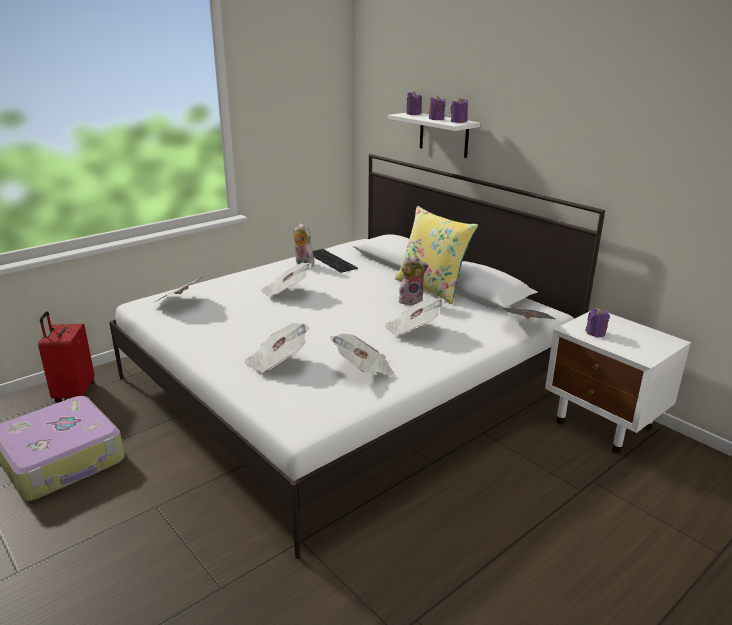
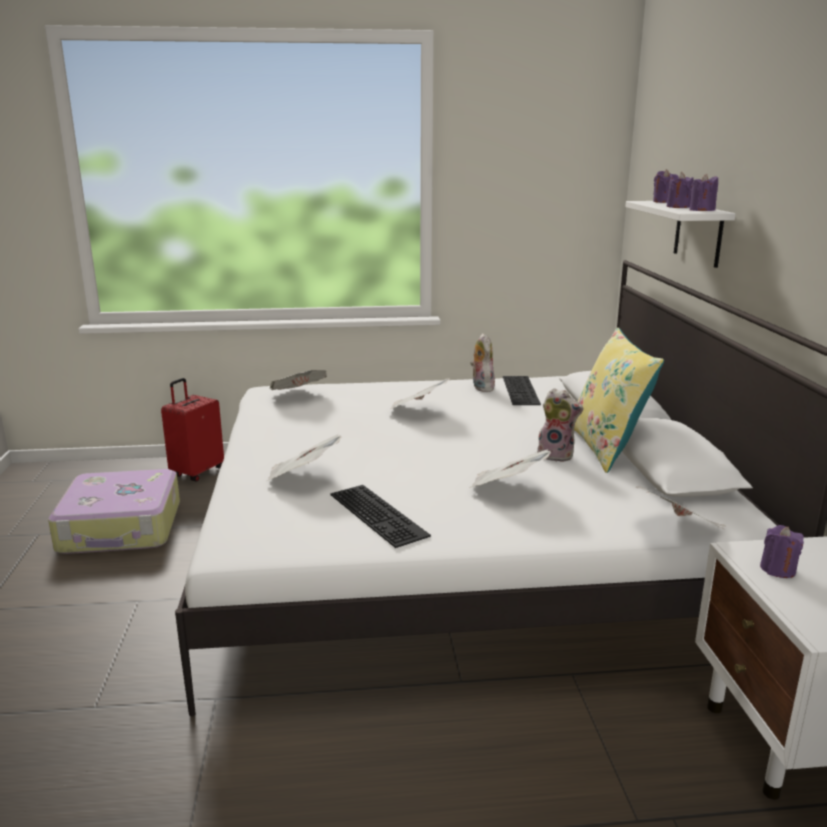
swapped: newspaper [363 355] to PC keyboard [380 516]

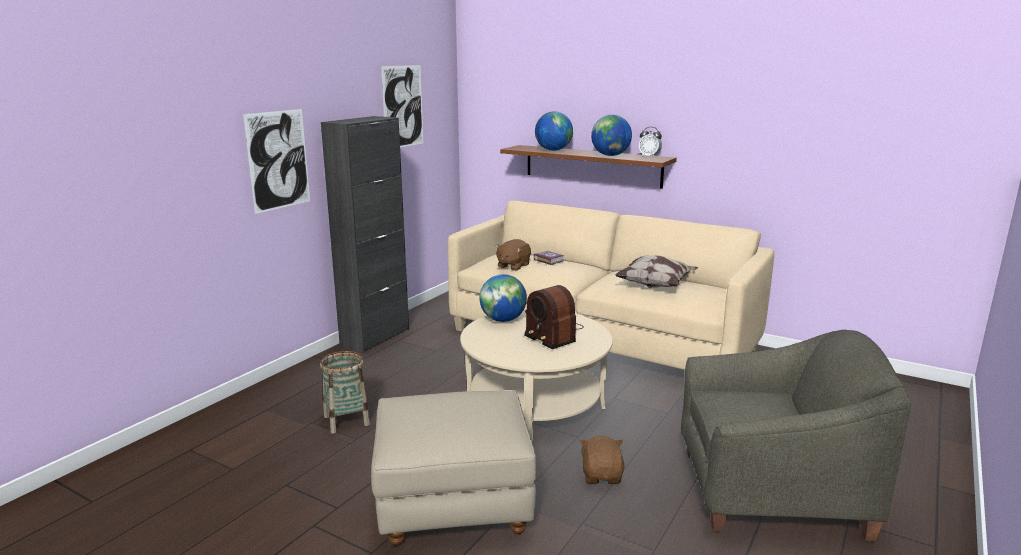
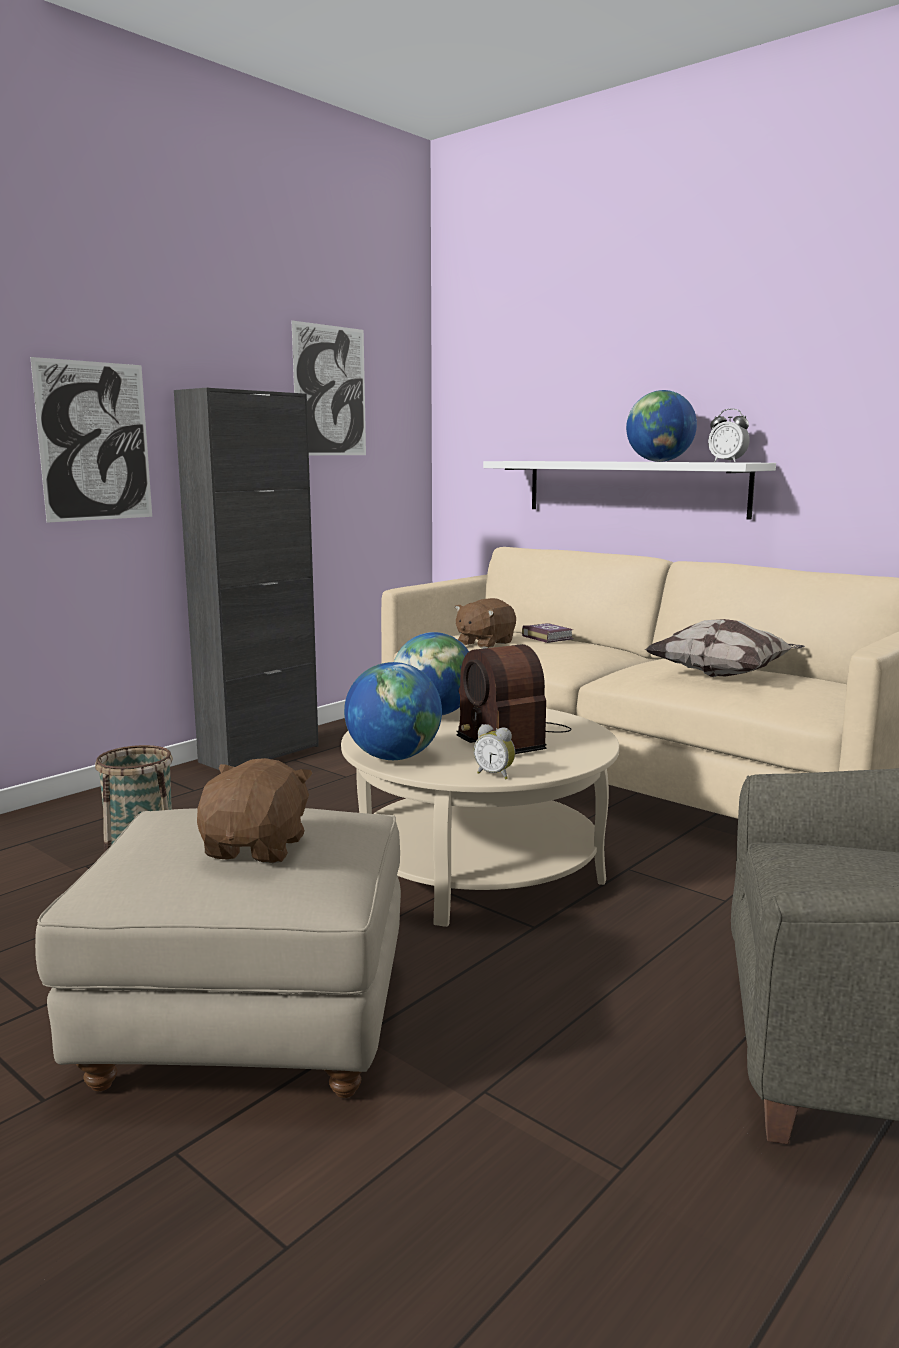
new: bedside clock [494 751]
shifted: world globe [554 131] to [393 711]; brownish soft toy [601 460] to [255 810]
repainted: brownish wall shelf [588 167] to white-coloured wall shelf [629 490]

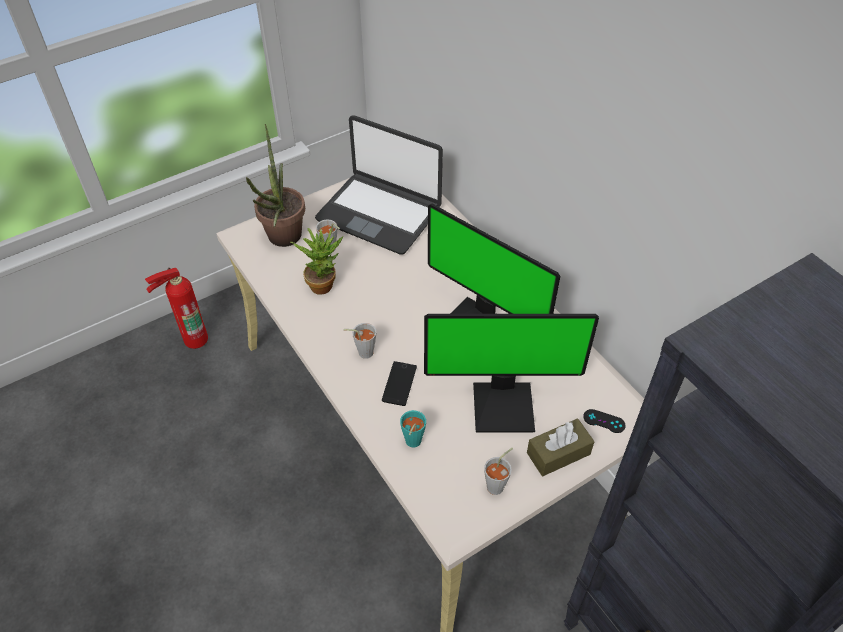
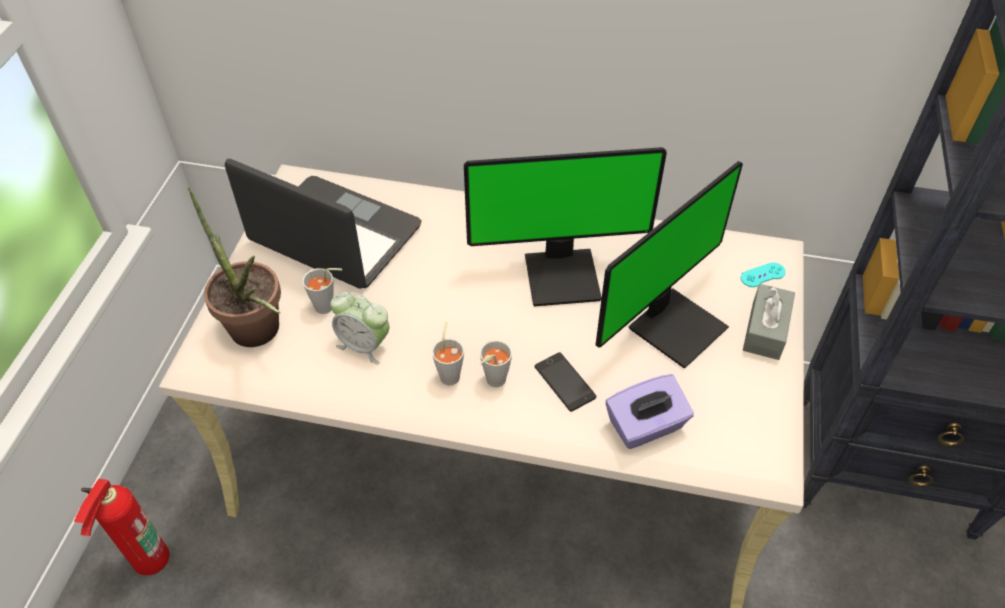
shifted: grey drinking cup [498 471] to [448 353]
swapped: houseplant [316 260] to bedside clock [359 328]; turquoise-coloured drinking cup [413 429] to purple-coloured tissue box [650 411]
repainted: brownish tissue box [561 447] to grey tissue box [769 322]; black-coloured joypad [604 421] to turquoise-coloured joypad [763 274]
rotated: laptop [379 185] = [323 224] 135 degrees counterclockwise

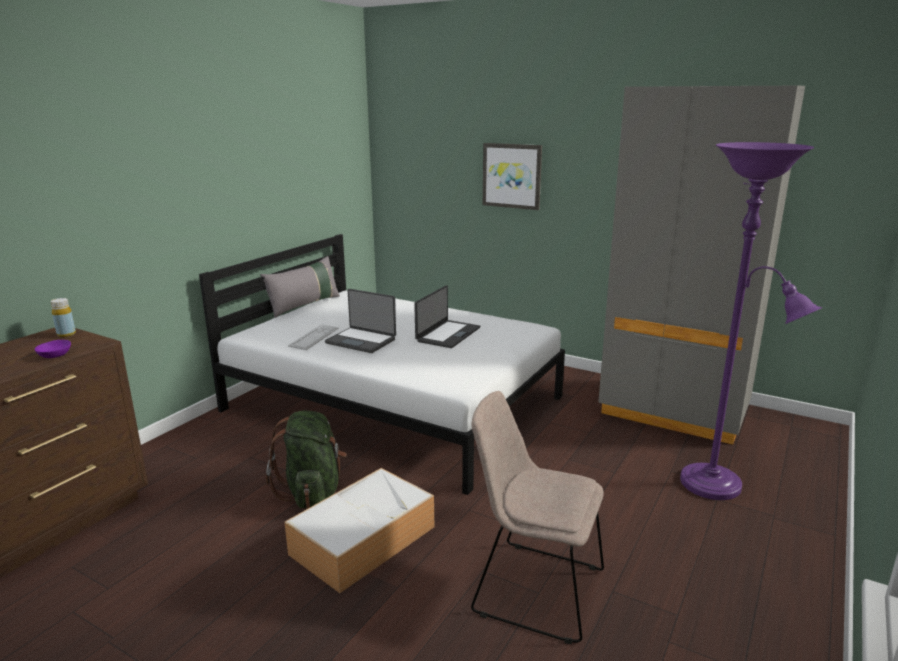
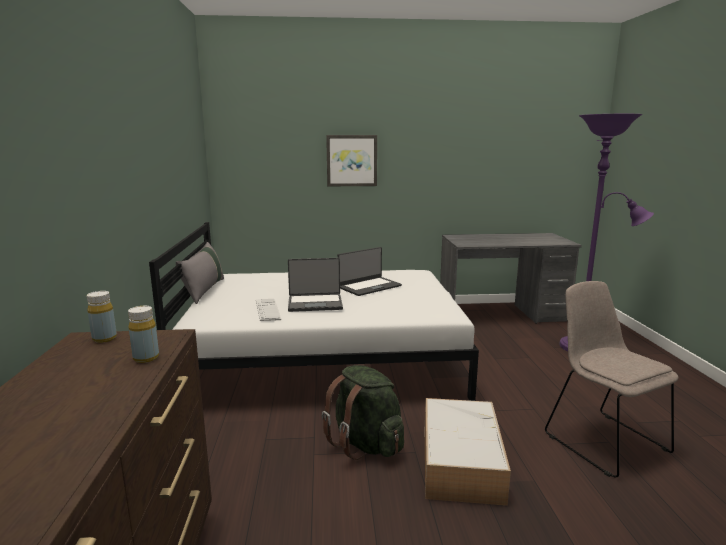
swapped: purple-coloured deep dish [53 349] to yellow-coloured drink bottle [143 334]; grey wardrobe [701 265] to grey desk unit [511 278]
rotated: laptop [447 316] = [369 271] 60 degrees clockwise; beige upright chair [537 517] = [611 379] 75 degrees clockwise

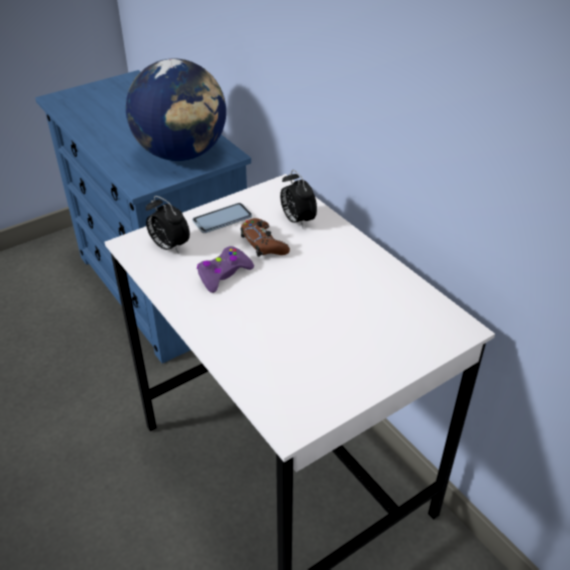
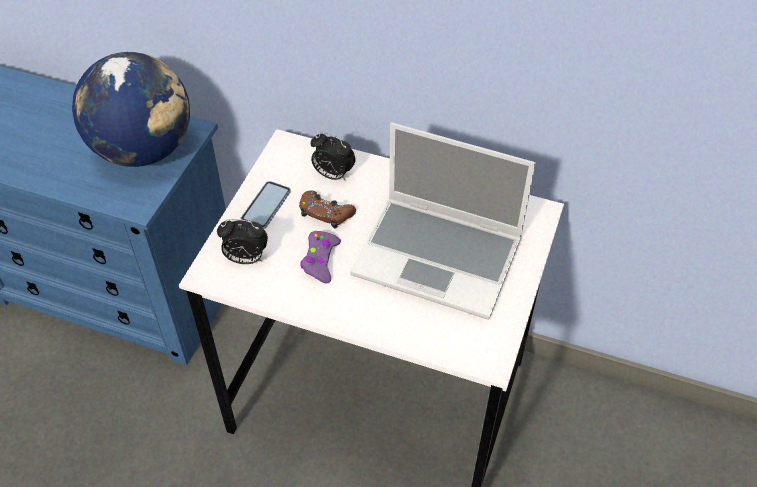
new: laptop [443 221]

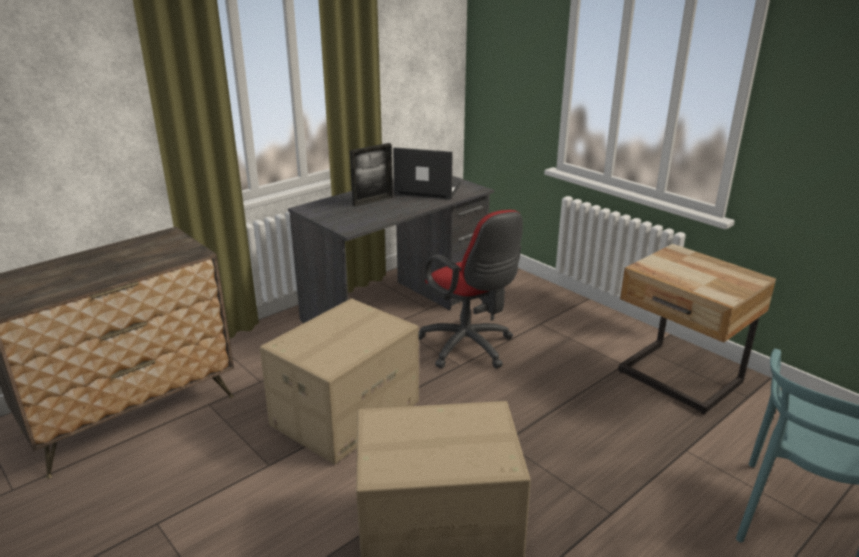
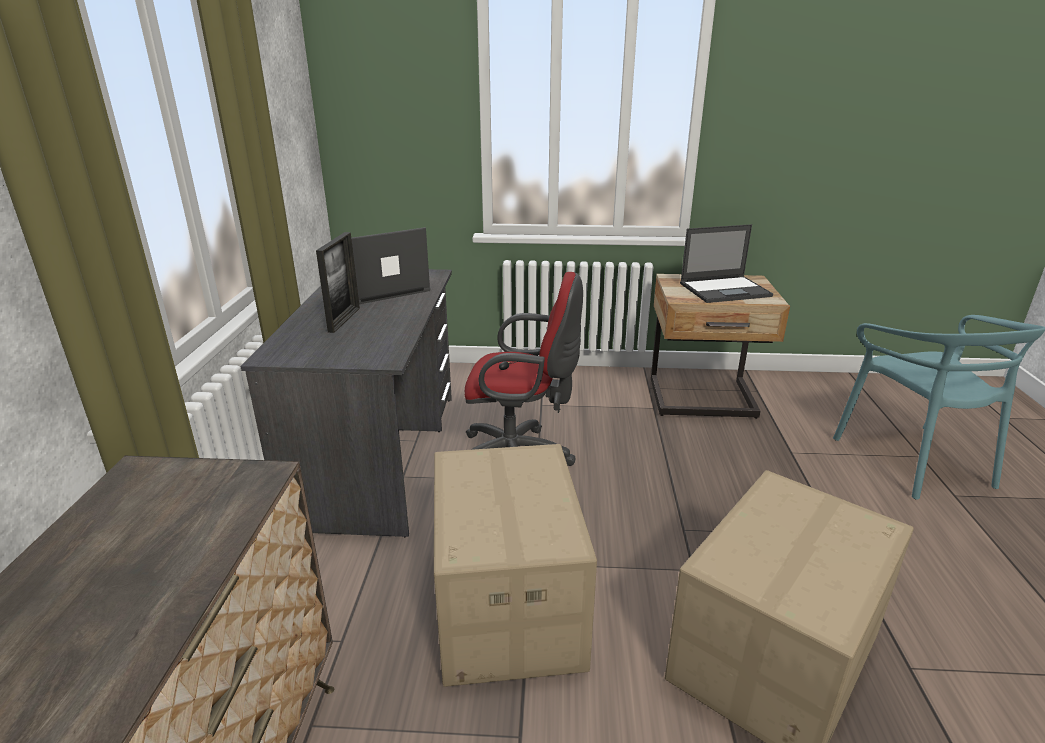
new: laptop [726 263]

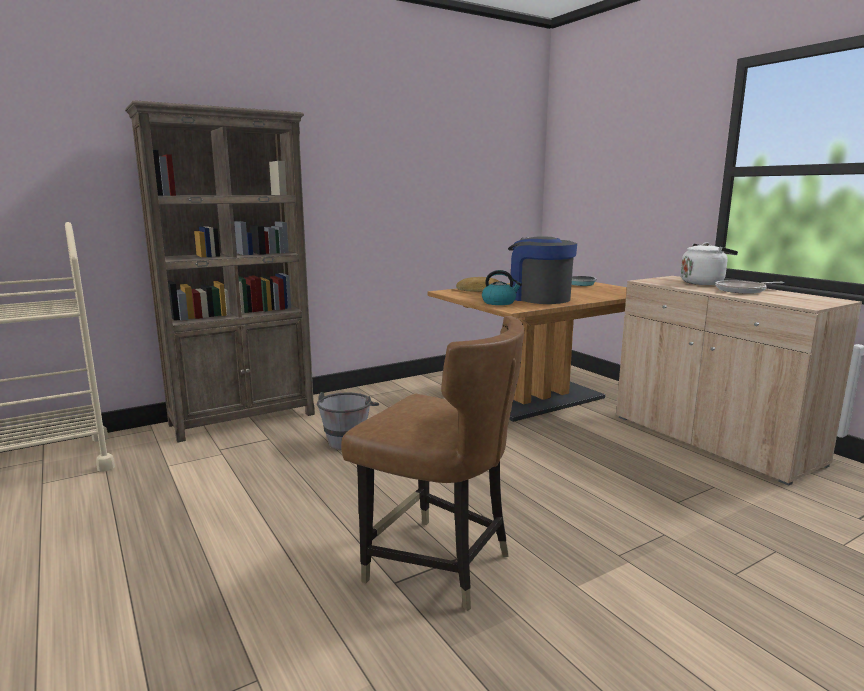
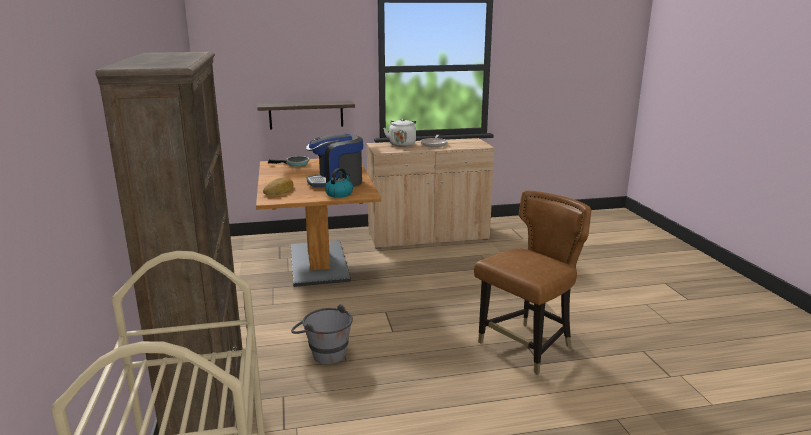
new: wall shelf [306 115]

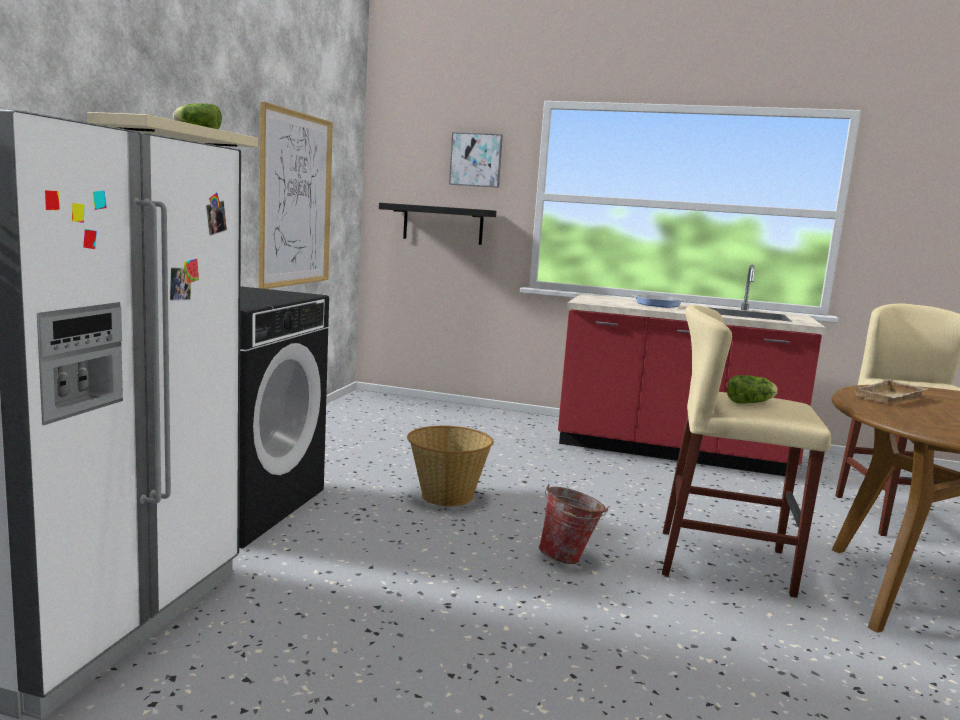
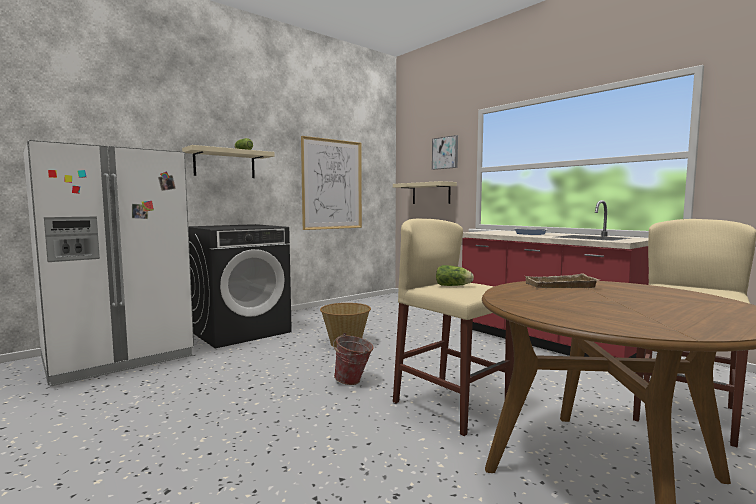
repainted: black-coloured wall shelf [437 224] to beige wall shelf [425 192]

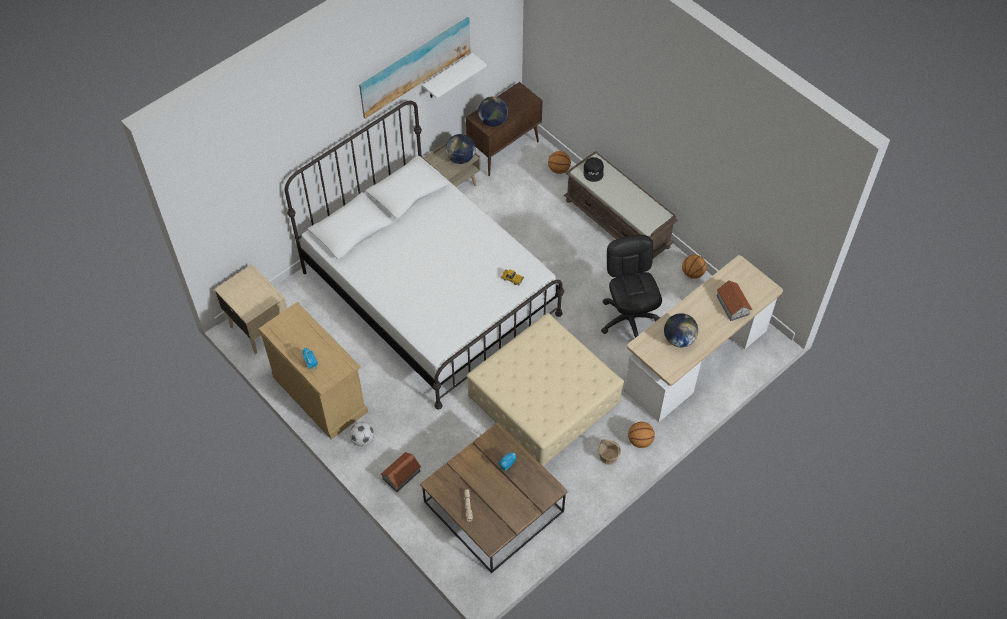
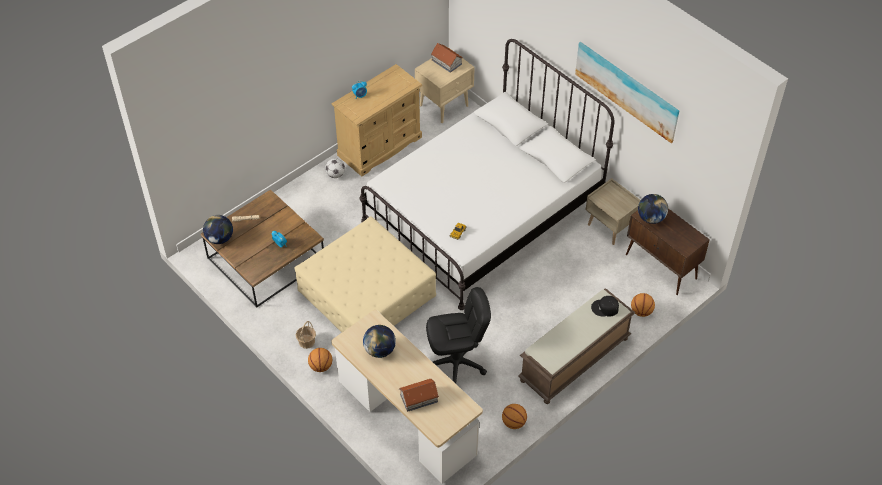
gone: white-coloured wall shelf [454 76]
shifted: toy house [400 472] to [447 58]; world globe [460 149] to [218 229]

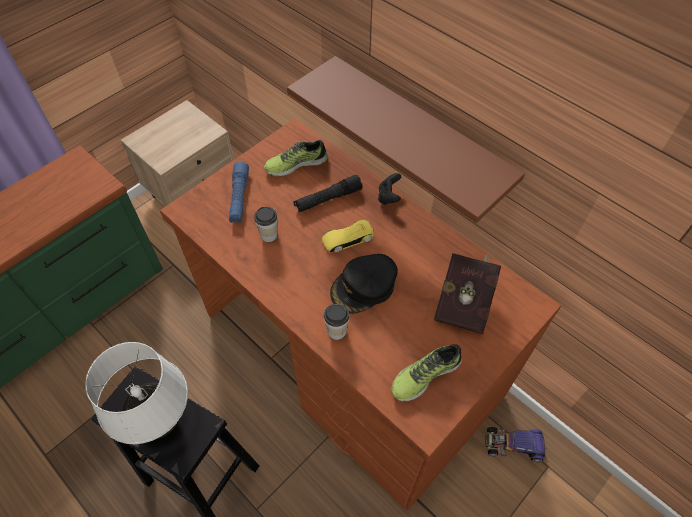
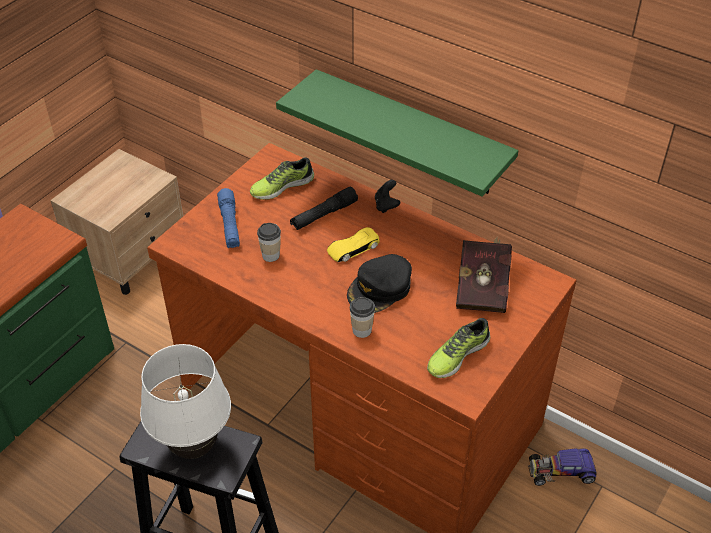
repainted: brownish wall shelf [406 139] to green-coloured wall shelf [397 133]

